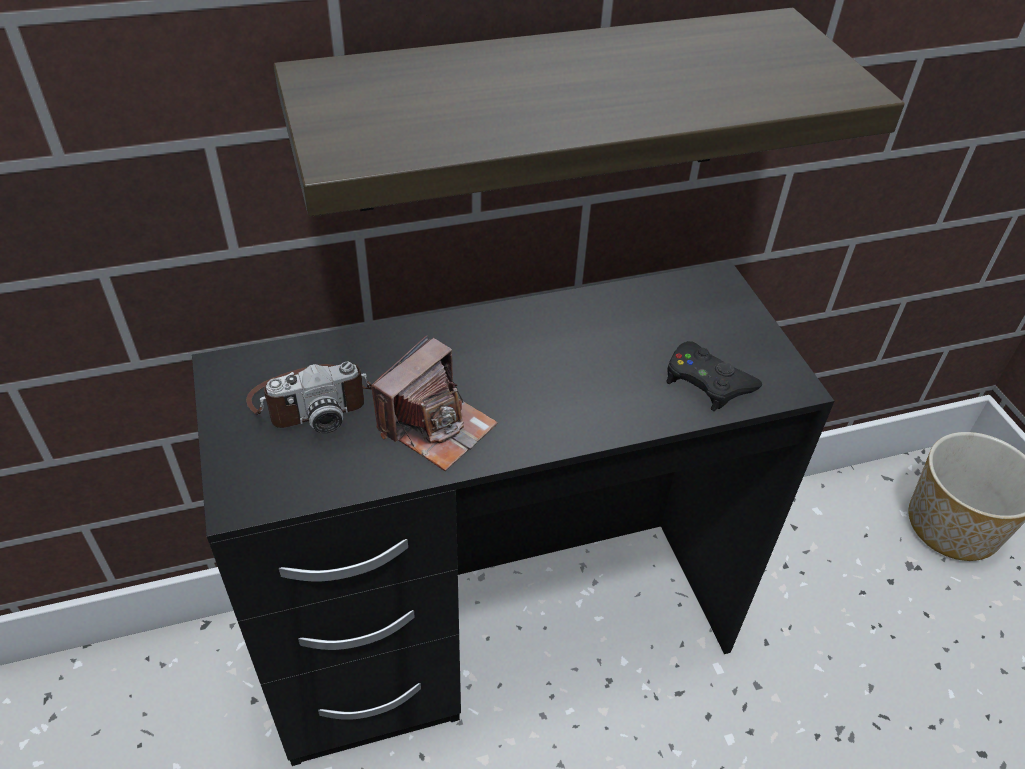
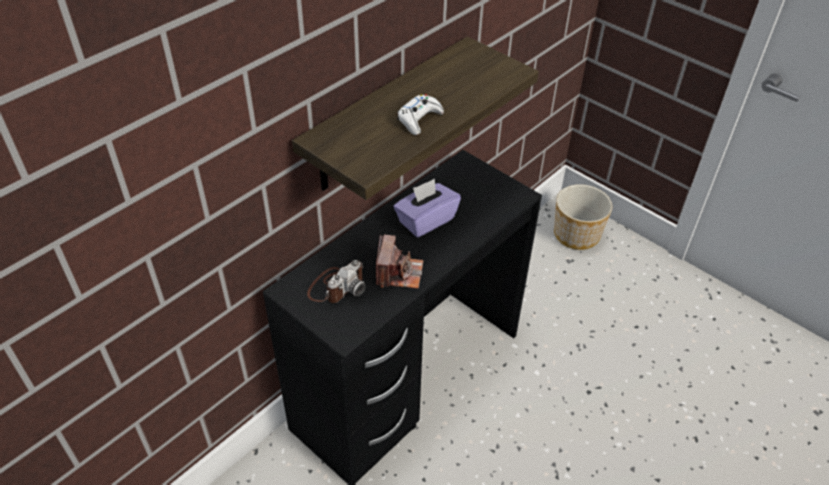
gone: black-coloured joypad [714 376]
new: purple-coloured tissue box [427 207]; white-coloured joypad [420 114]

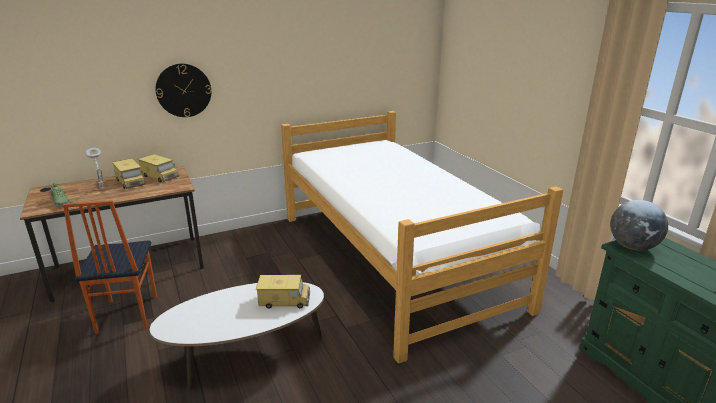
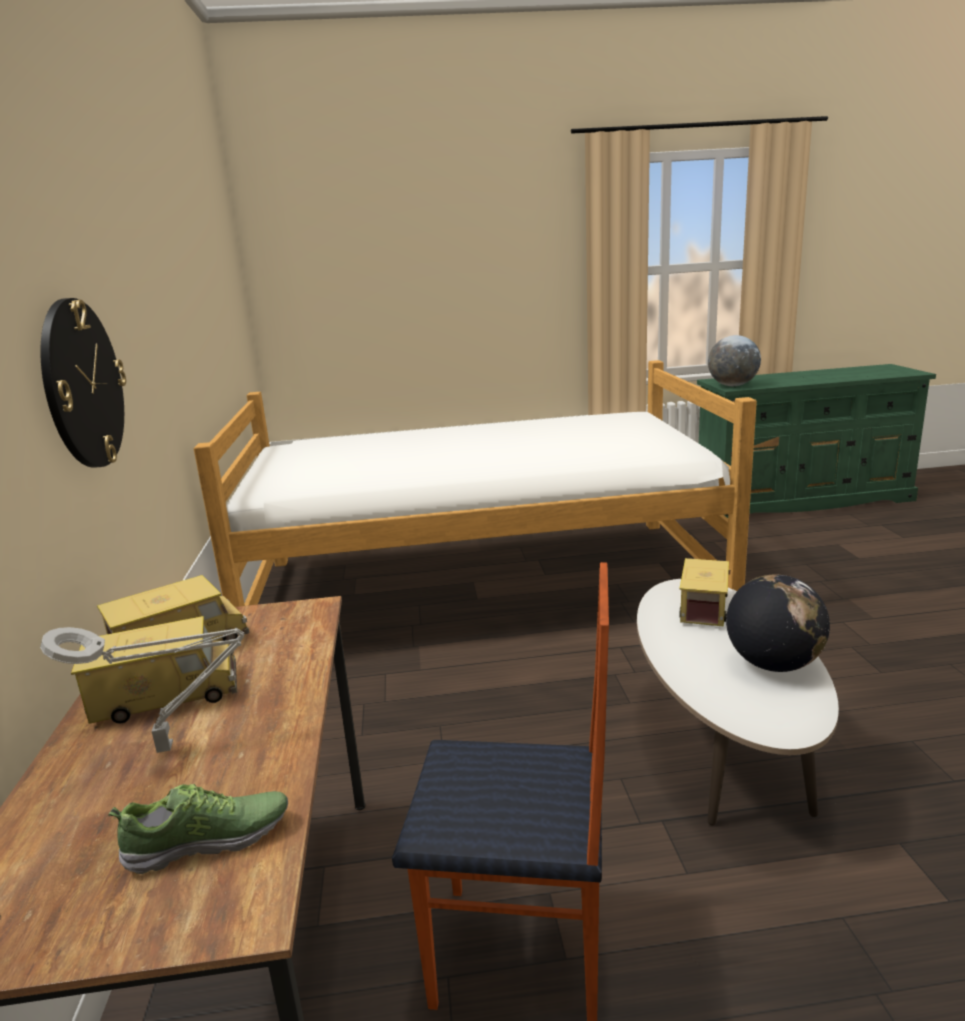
new: world globe [778 623]

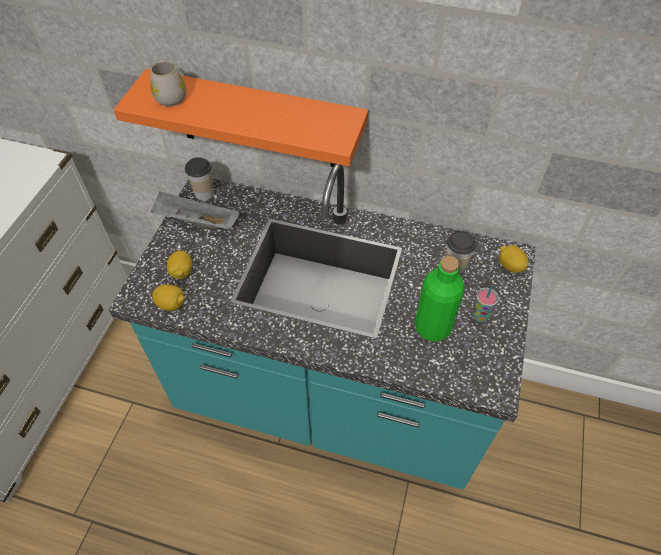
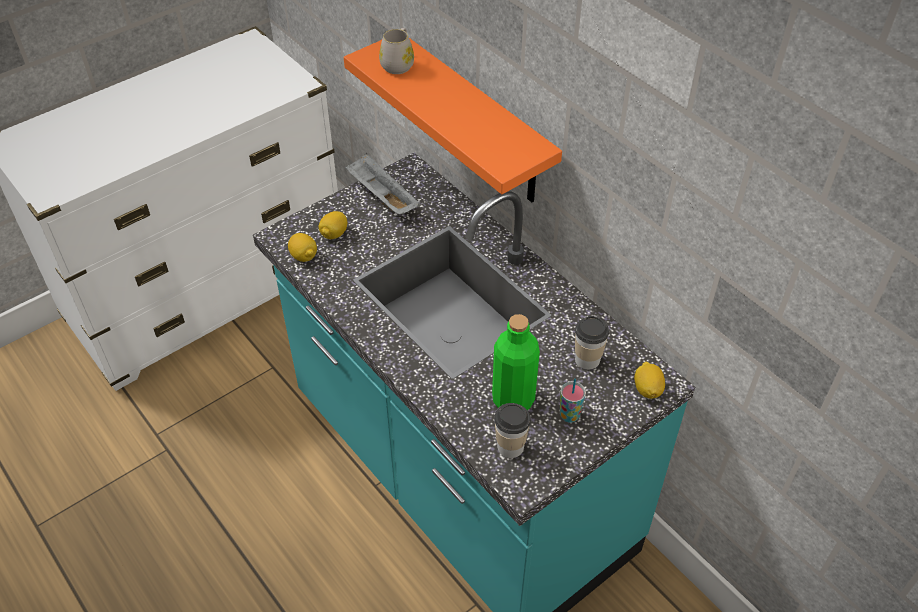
shifted: drinking cup [199 179] to [512 430]

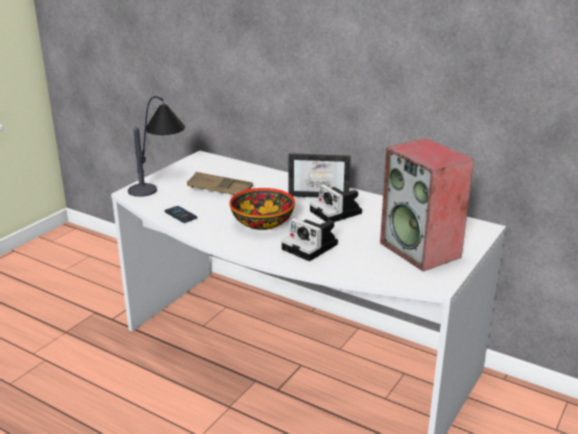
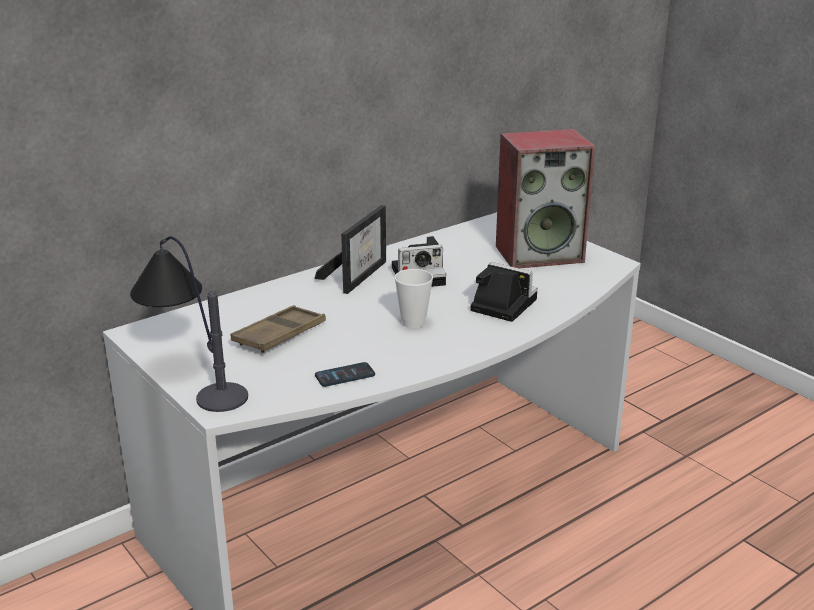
swapped: deep dish [262 209] to drinking cup [413 298]
rotated: still camera [310 239] = [504 292] 120 degrees counterclockwise

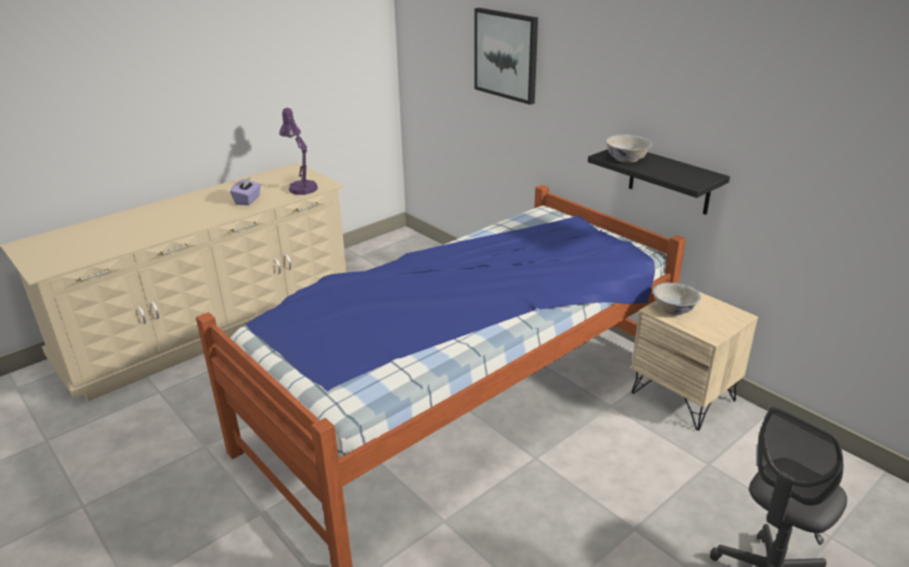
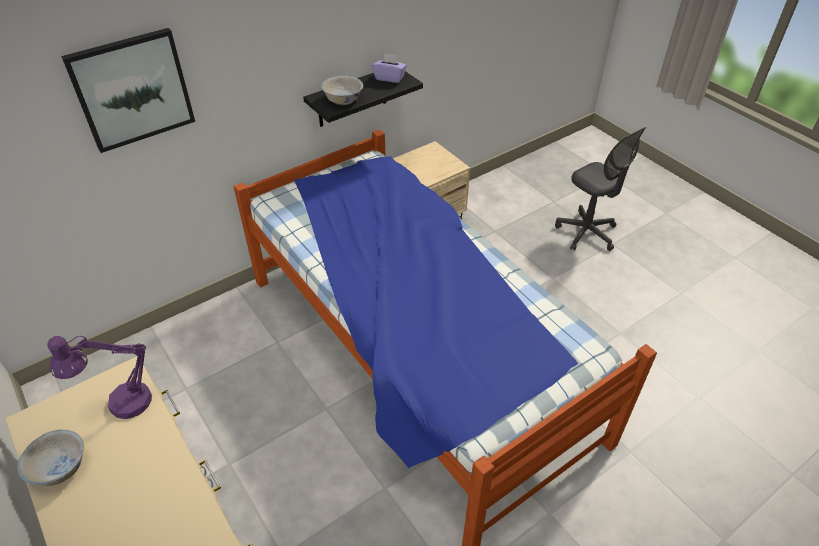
shifted: purple-coloured tissue box [245 190] to [389 68]; white-coloured deep dish [677 298] to [51 458]

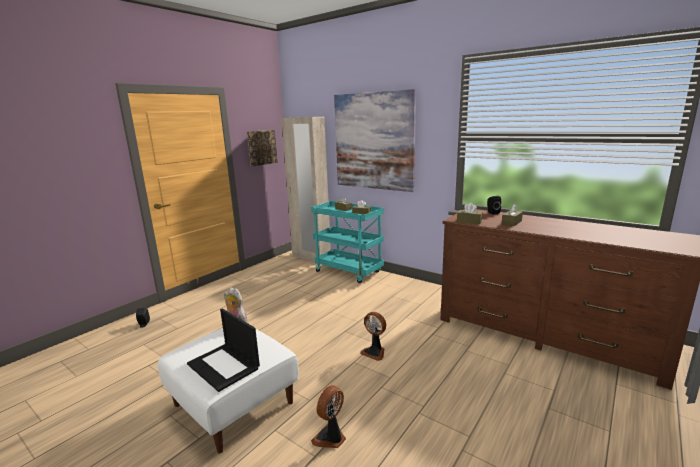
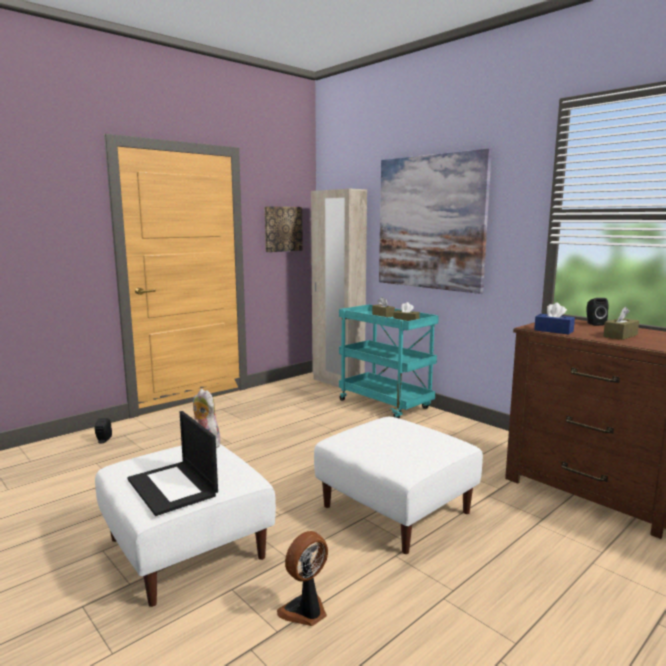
swapped: cooling fan [373 336] to white-coloured footrest [398 485]
repainted: brownish tissue box [470 213] to bluish tissue box [554 318]

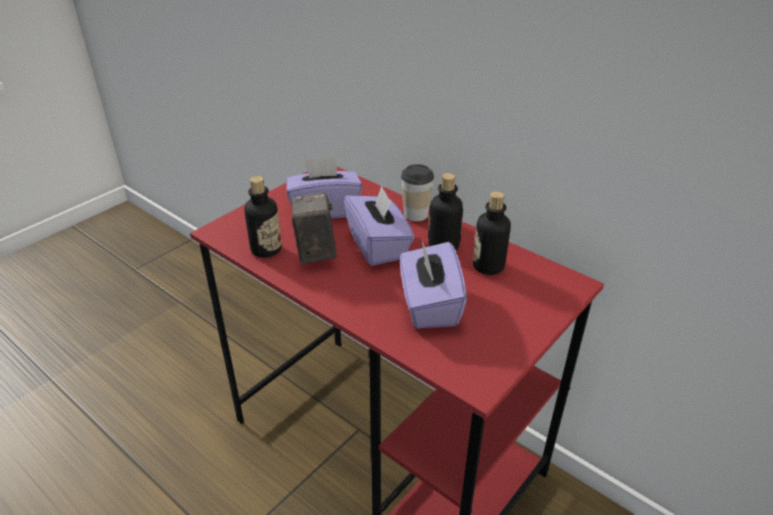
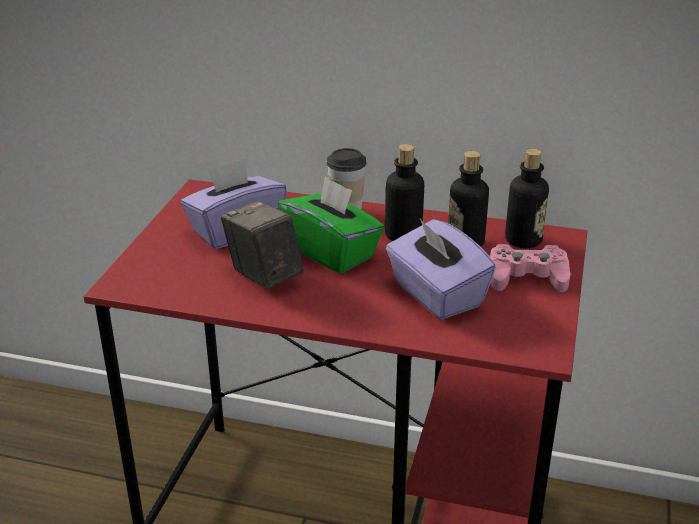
new: pink joypad [530 268]
shifted: drink bottle [263 217] to [527 198]
repainted: purple-coloured tissue box [379 226] to green-coloured tissue box [331 225]

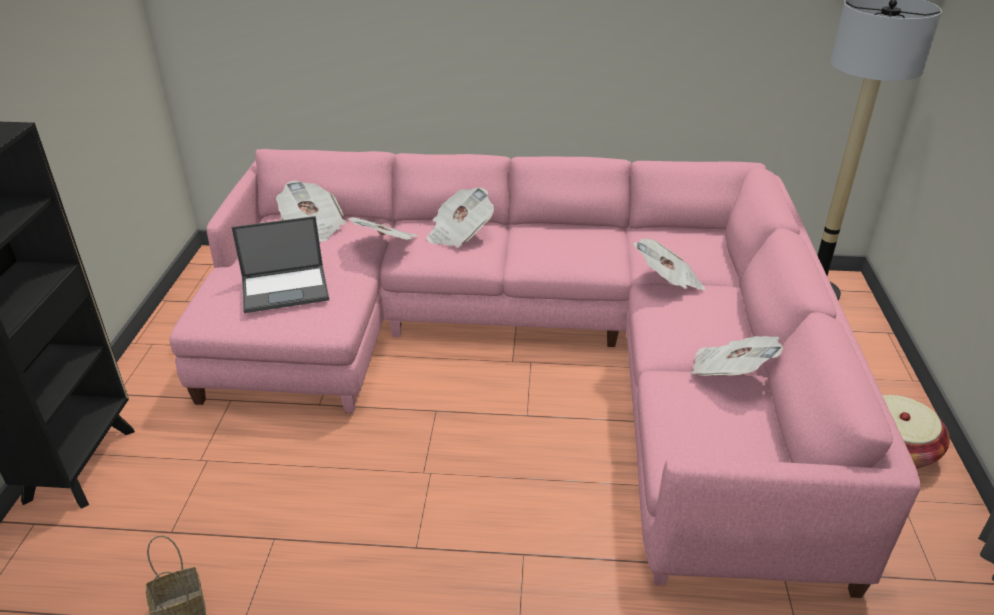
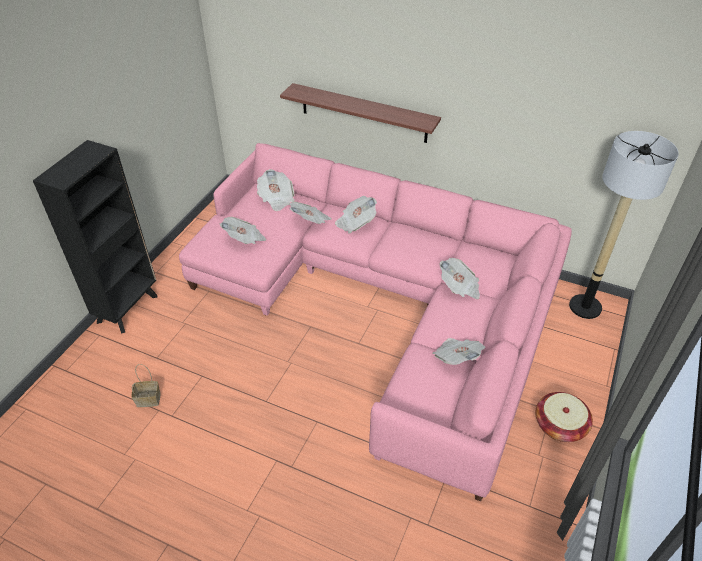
new: wall shelf [360 113]
swapped: laptop [280 264] to newspaper [242 230]

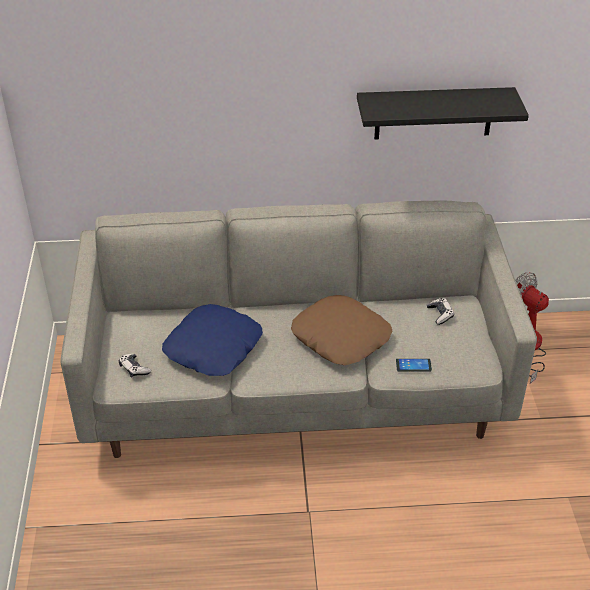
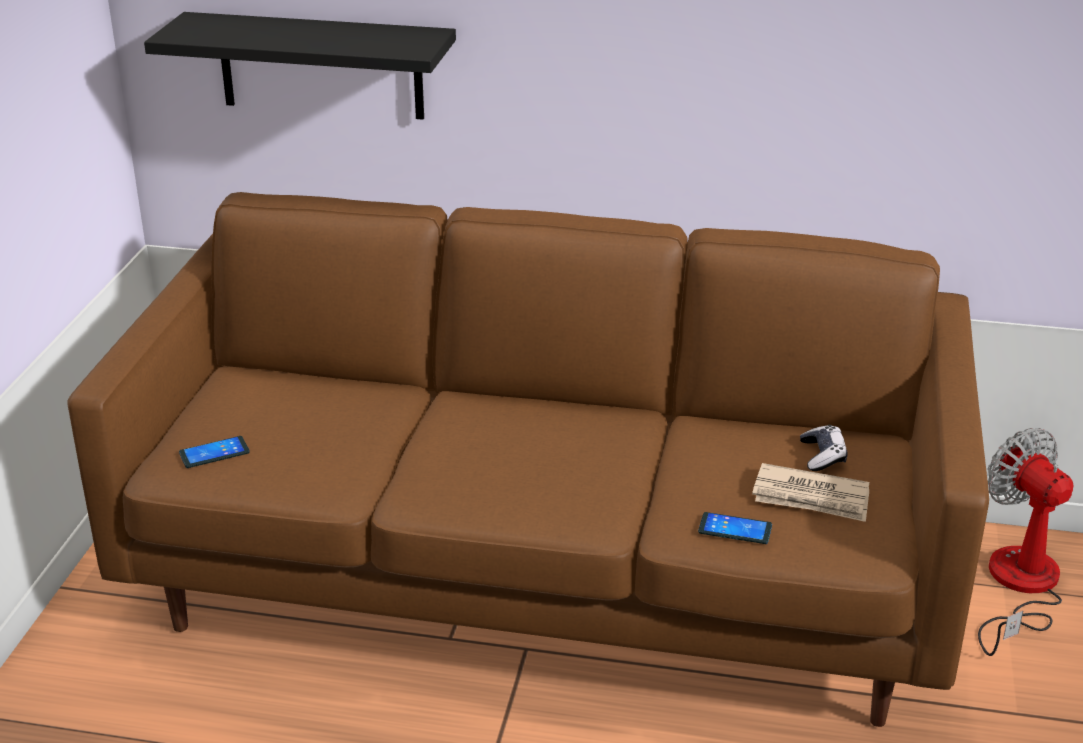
gone: bluish cushion [212 340]; brownish cushion [342 330]
new: newspaper [810 492]
shifted: black-coloured wall shelf [443 113] to [300 66]
swapped: joypad [135 366] to handset [214 452]
repainted: grey settee [298 329] to brownish settee [528 459]

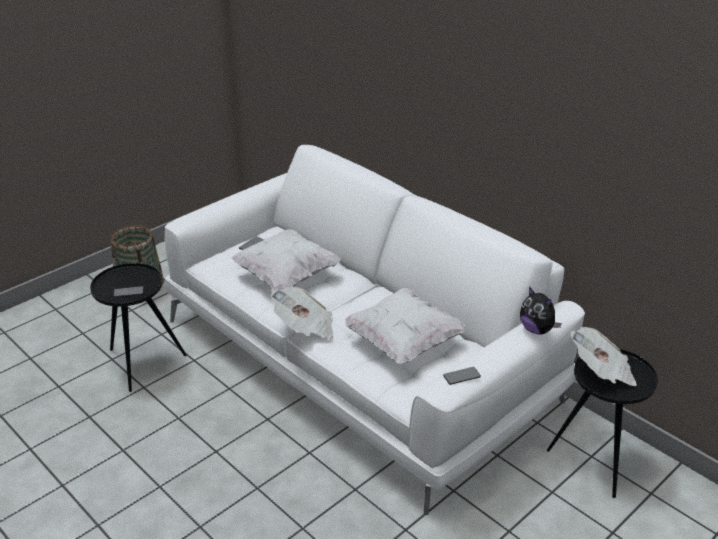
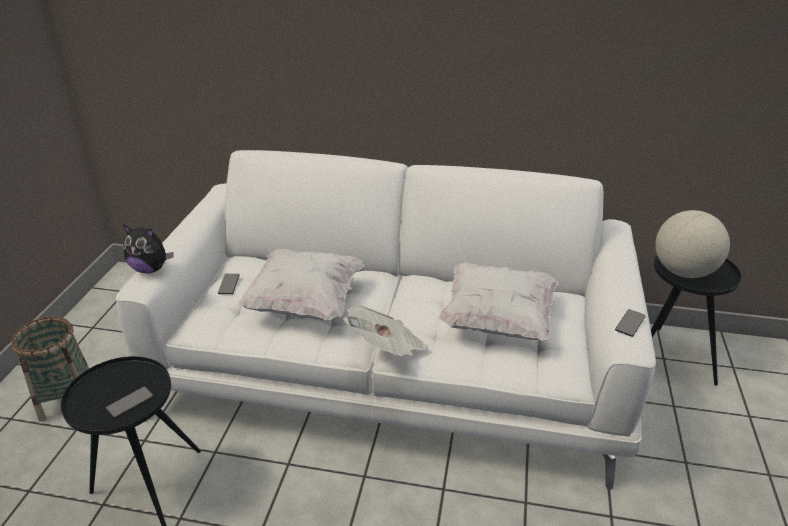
shifted: soft toy [541 310] to [148 248]
swapped: newspaper [604 356] to world globe [692 244]

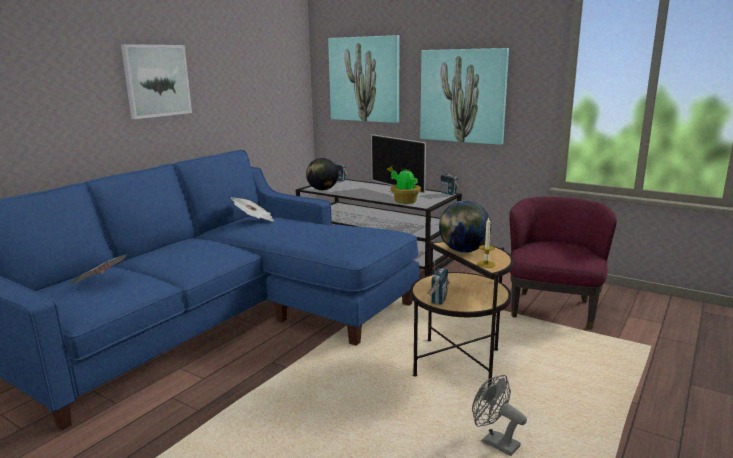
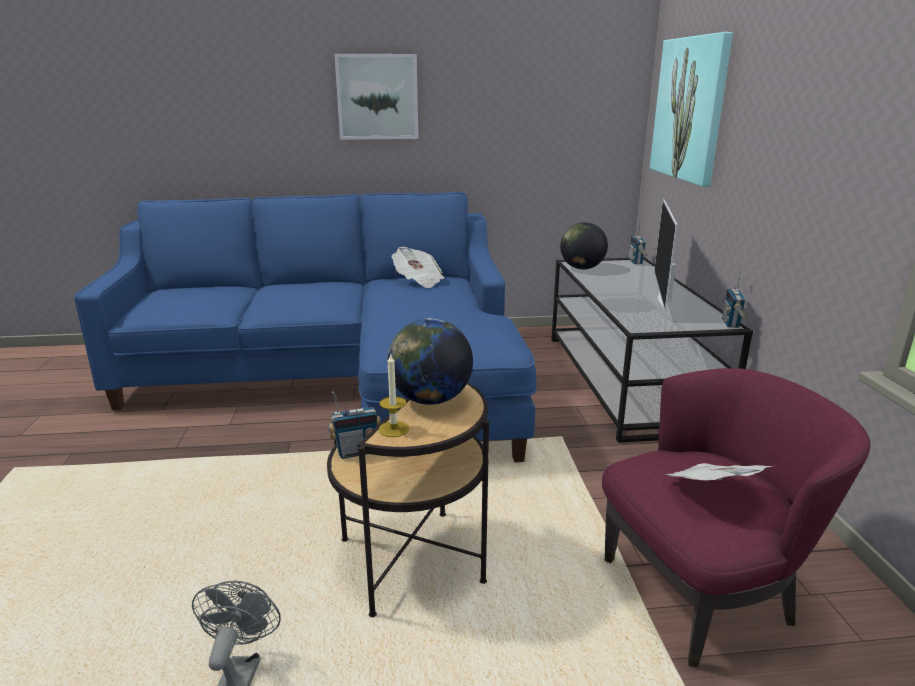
gone: houseplant [404 185]; picture [464 96]
shifted: newspaper [99 269] to [719 472]

